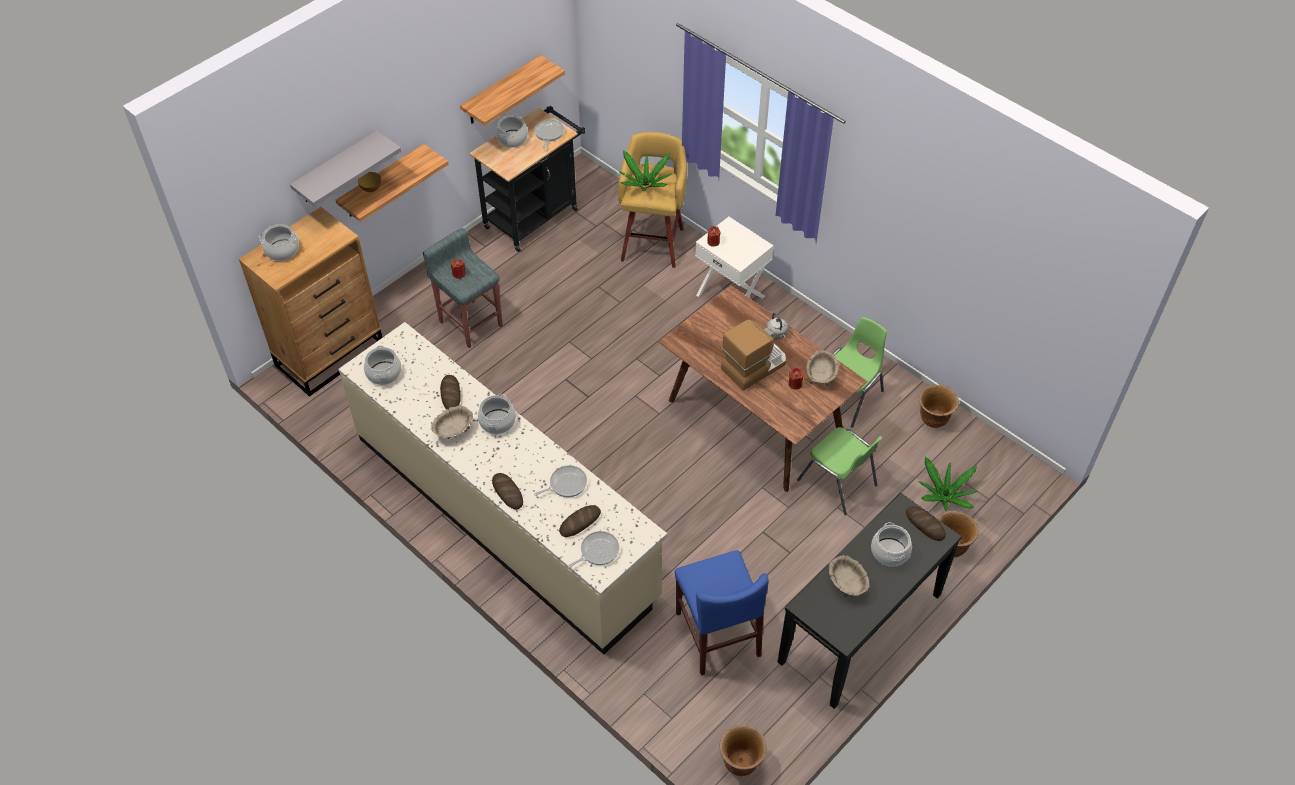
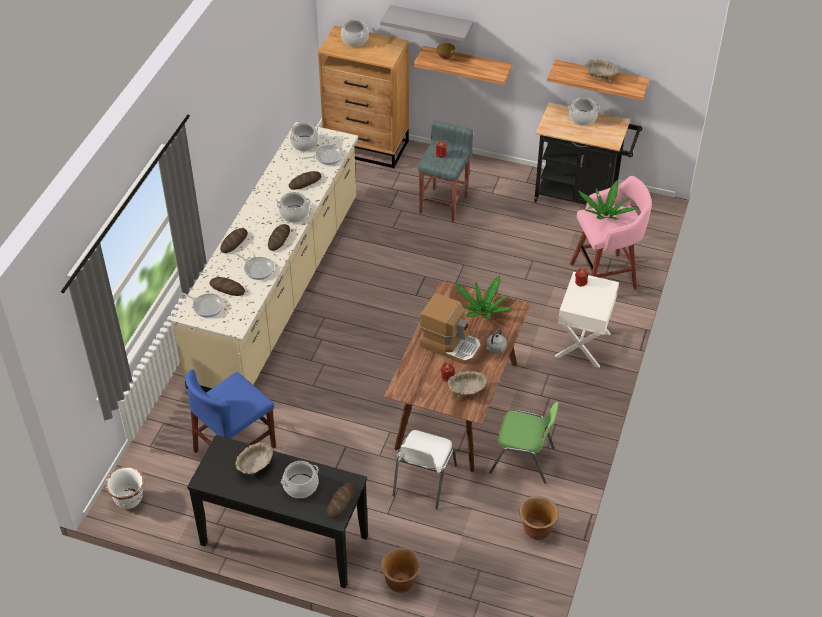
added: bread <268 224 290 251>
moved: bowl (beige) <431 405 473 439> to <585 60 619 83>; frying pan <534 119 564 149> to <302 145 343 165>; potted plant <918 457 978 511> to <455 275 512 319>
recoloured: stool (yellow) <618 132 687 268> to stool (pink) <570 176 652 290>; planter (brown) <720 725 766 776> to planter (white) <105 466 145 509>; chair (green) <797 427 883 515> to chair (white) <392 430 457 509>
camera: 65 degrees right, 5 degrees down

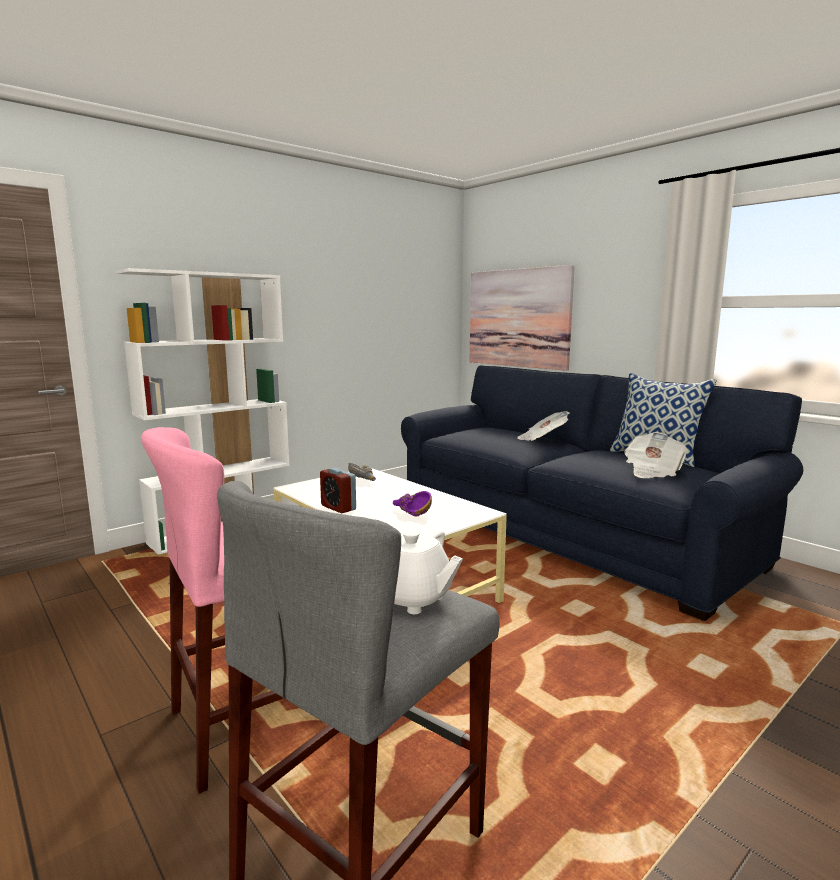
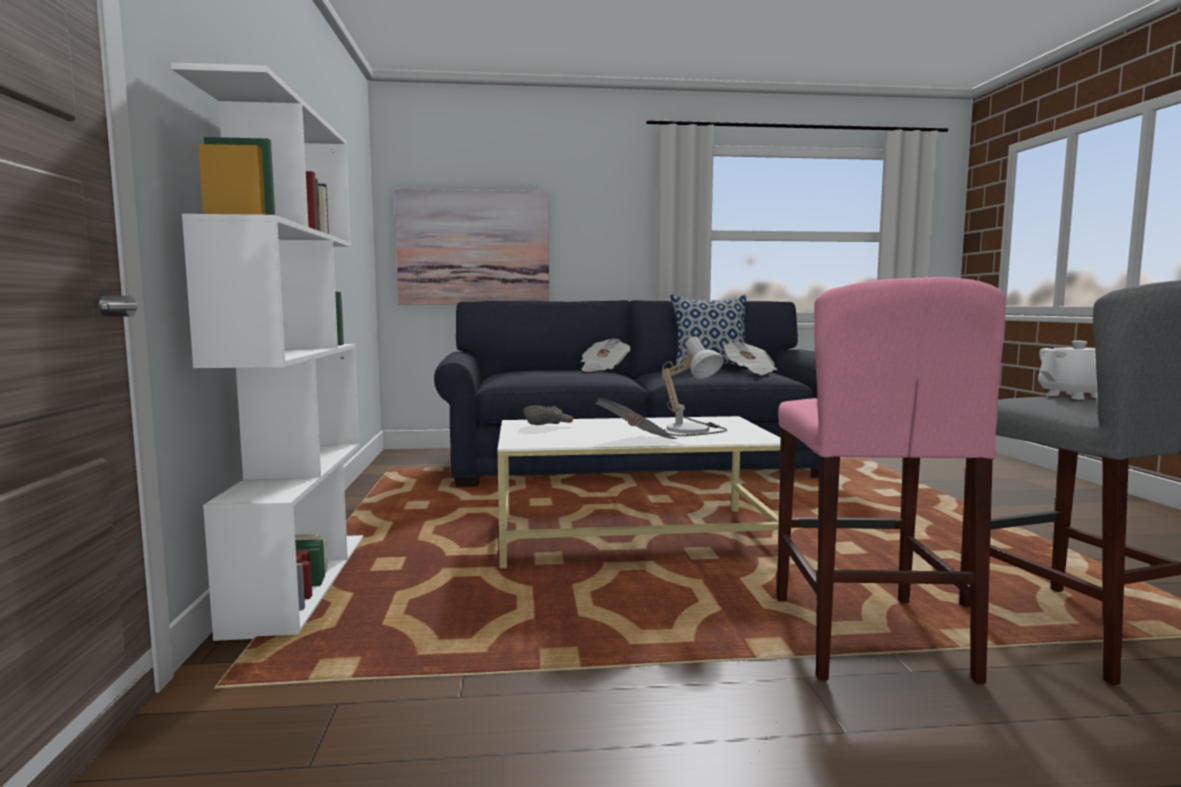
replaced: alarm clock <320 468 356 513> to newspaper <595 398 677 439>; bowl (purple) <393 491 432 516> to table lamp <661 336 727 436>
camera: 55 degrees left, 5 degrees down

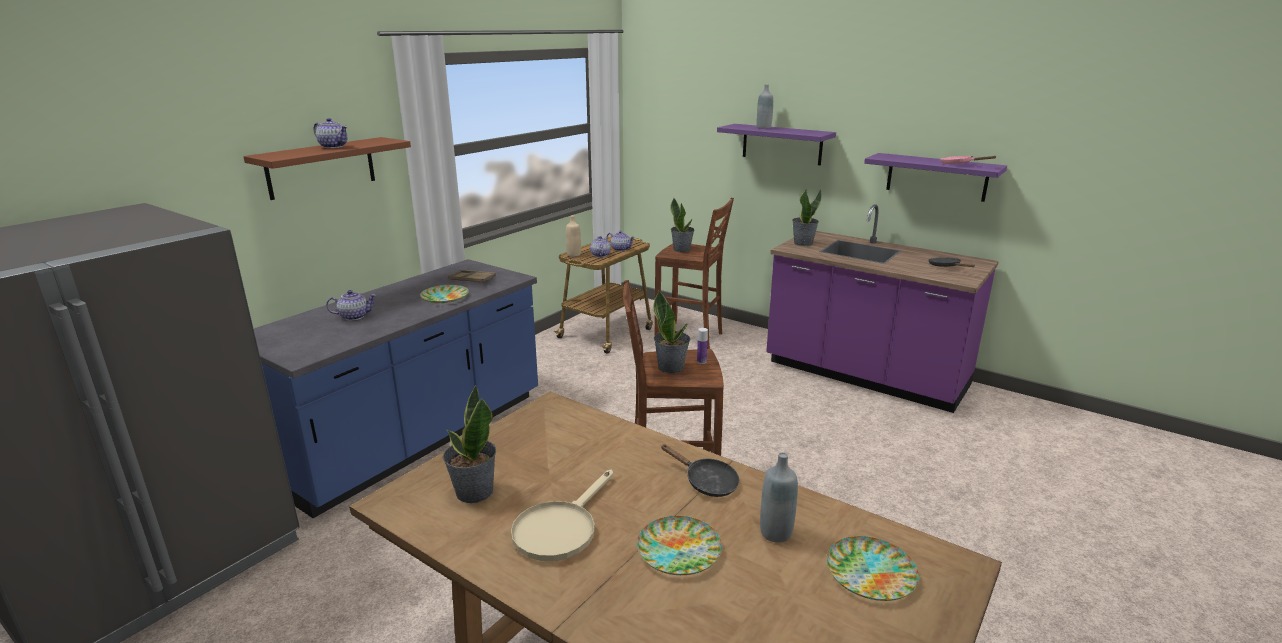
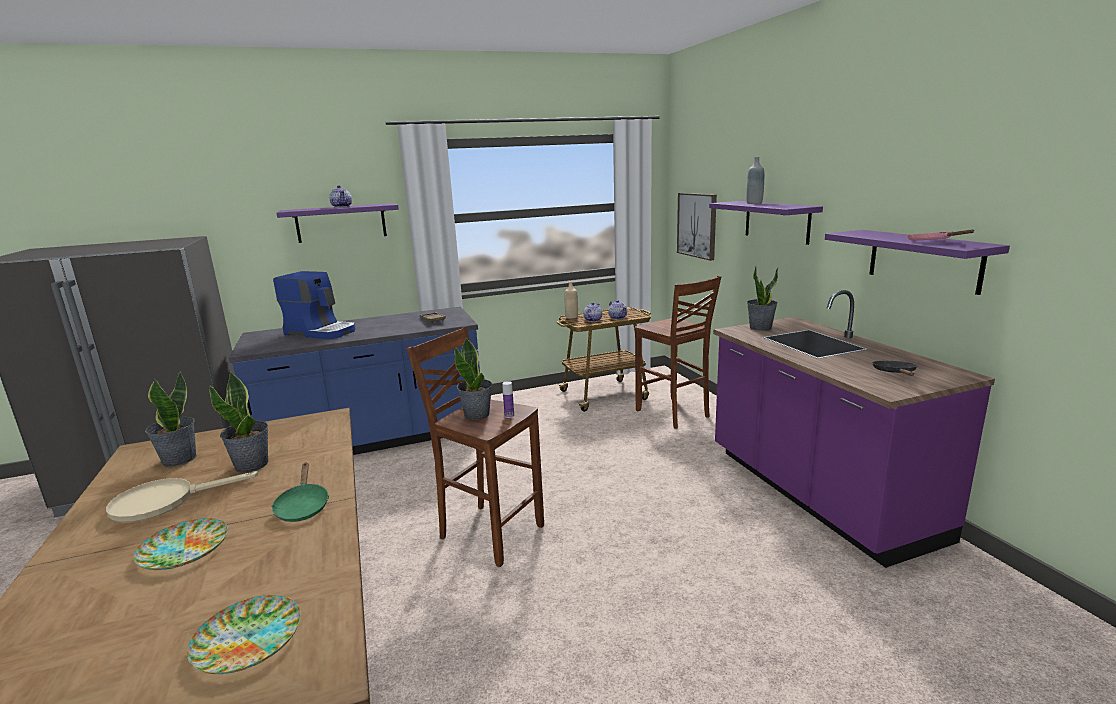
removed: plate <420 285 469 303>; bottle (grey) <760 452 798 542>
added: picture <677 193 717 261>
moved: potted plant <670 198 695 252> to <209 372 268 473>
replaced: teapot <326 290 376 320> to coffee machine <273 271 355 339>
recoloured: shelf (brown) <243 137 411 200> to shelf (purple) <276 203 399 243>; frying pan (black) <661 444 739 497> to frying pan (green) <271 463 329 522>
camera: 35 degrees right, 5 degrees down

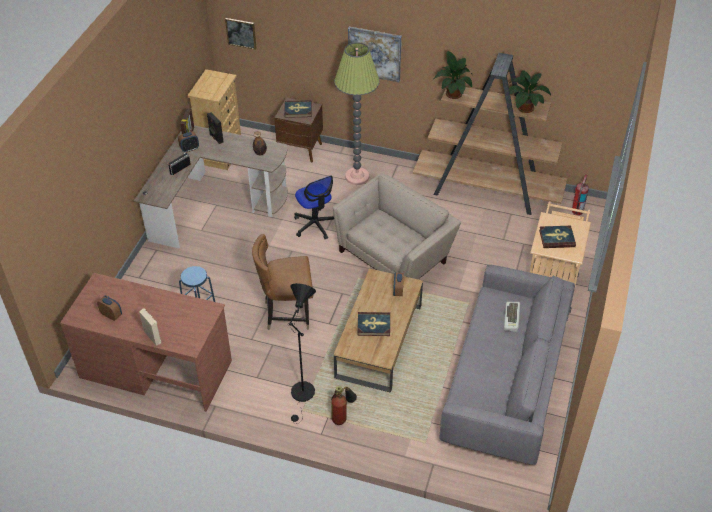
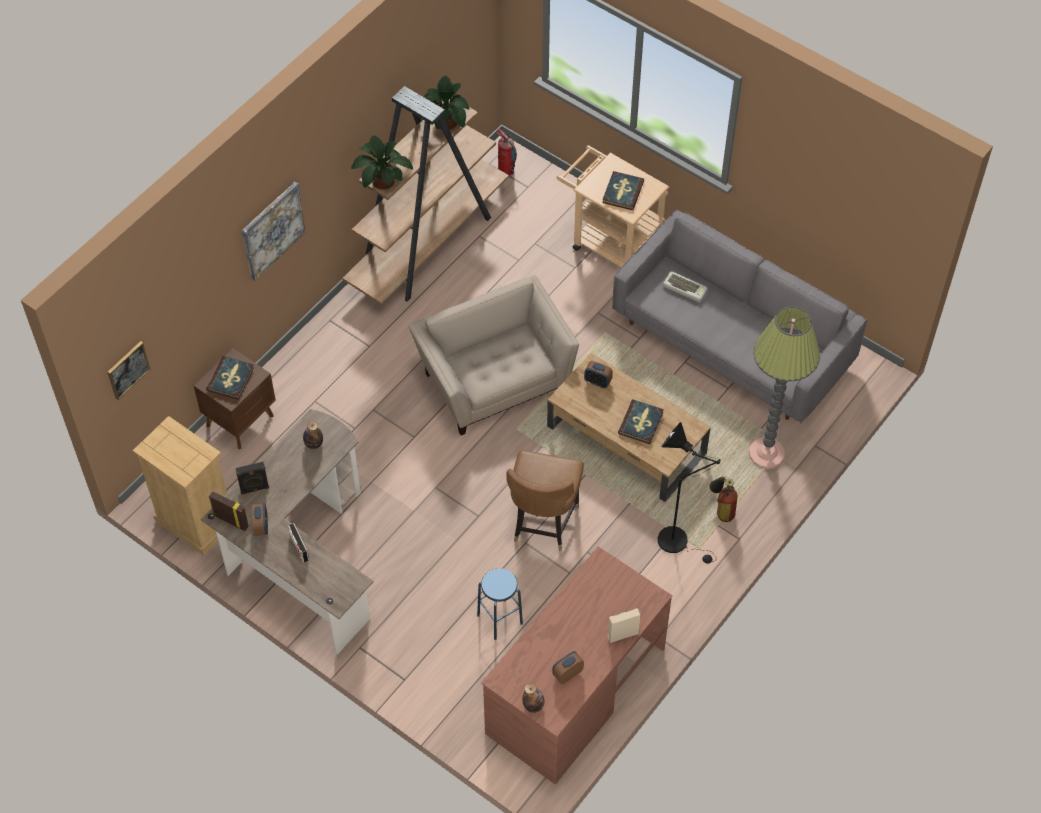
removed: office chair <294 175 334 239>
added: bottle <523 683 544 713>
moved: floor lamp <334 42 379 185> to <749 306 820 469>
camera: 70 degrees left, 10 degrees up

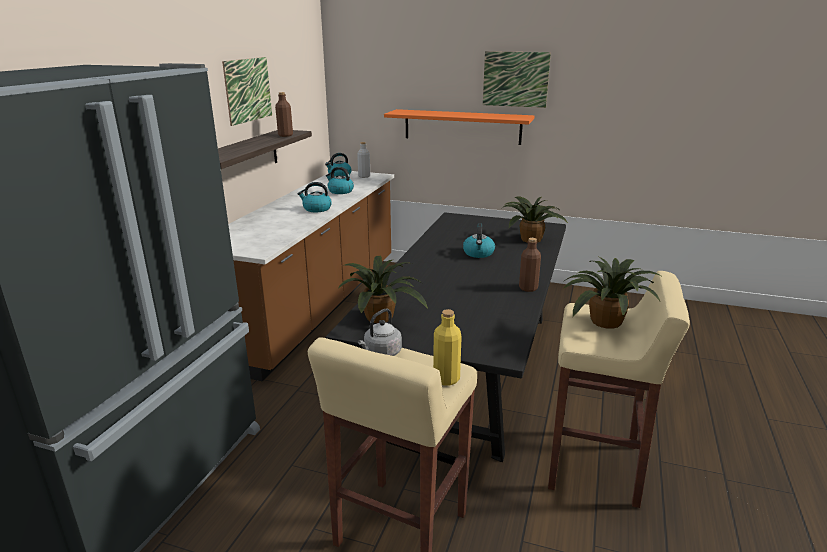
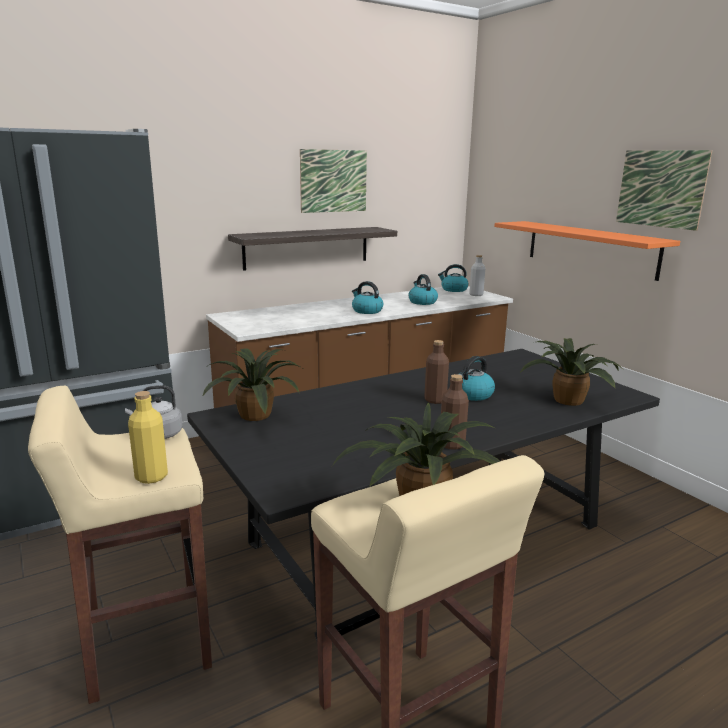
moved: bottle (brown) <275 92 293 137> to <424 340 449 404>
camera: 40 degrees right, 5 degrees down

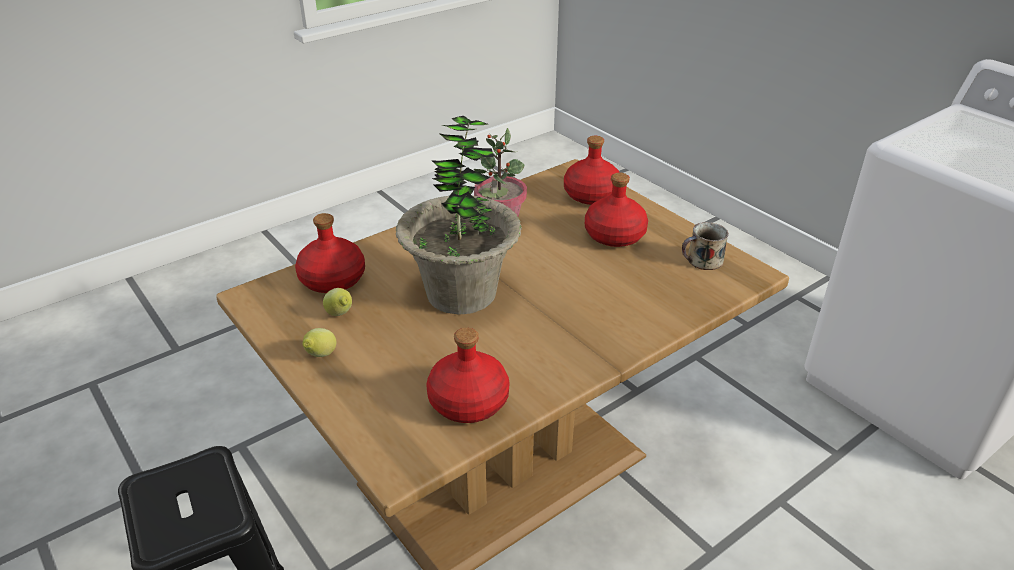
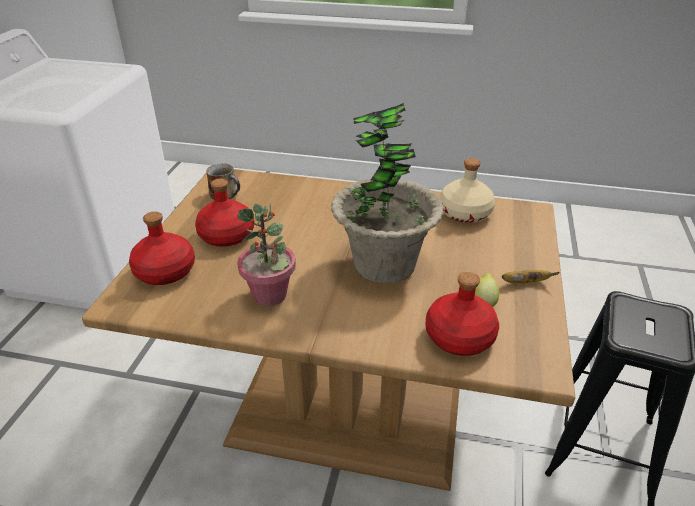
replaced: lemon <303 328 336 357> to banana <502 270 560 283>
recoloured: bottle (red) <426 328 510 423> to bottle (beige) <440 158 495 223>
camera: 130 degrees left, 0 degrees up

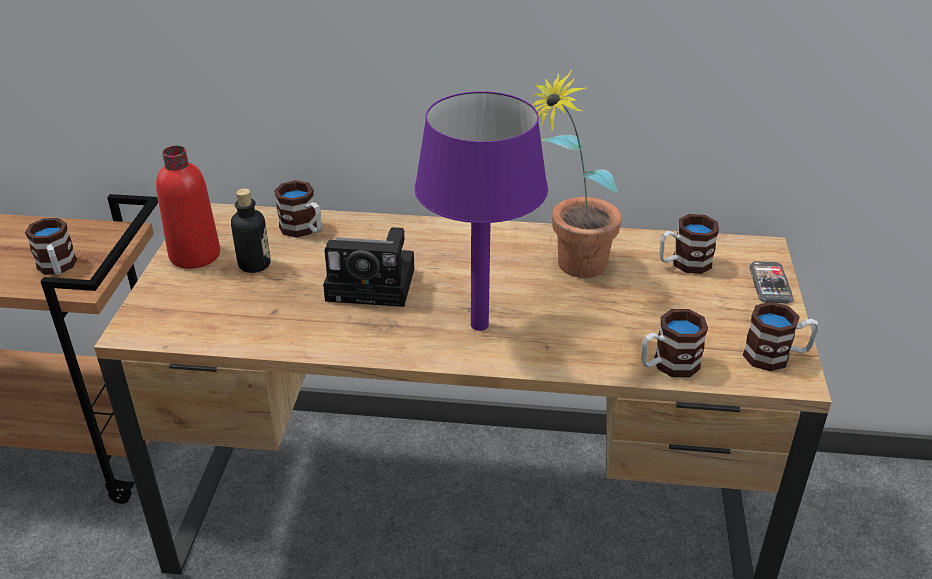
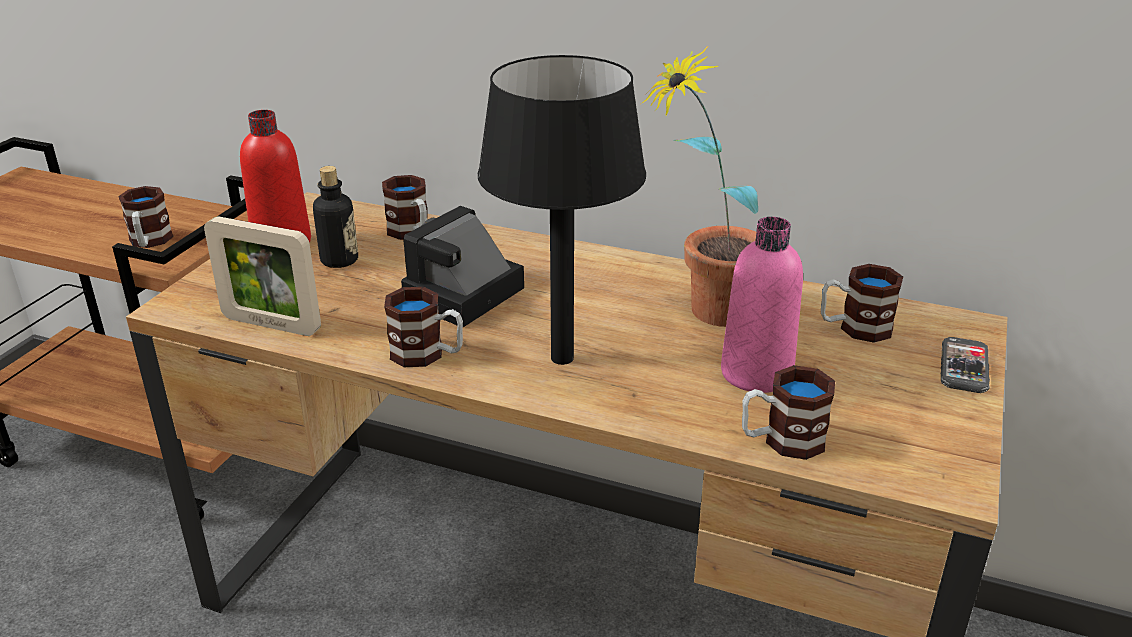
added: picture frame <204 217 321 336>; bottle (pink) <721 217 803 393>
moved: mug <743 302 819 371> to <384 287 463 367>
recoloured: table lamp (purple) <414 91 548 331> to table lamp (black) <478 55 646 365>
turned: photo camera <323 227 414 307> = <401 206 524 327> 105 degrees clockwise
camera: 15 degrees right, 5 degrees down

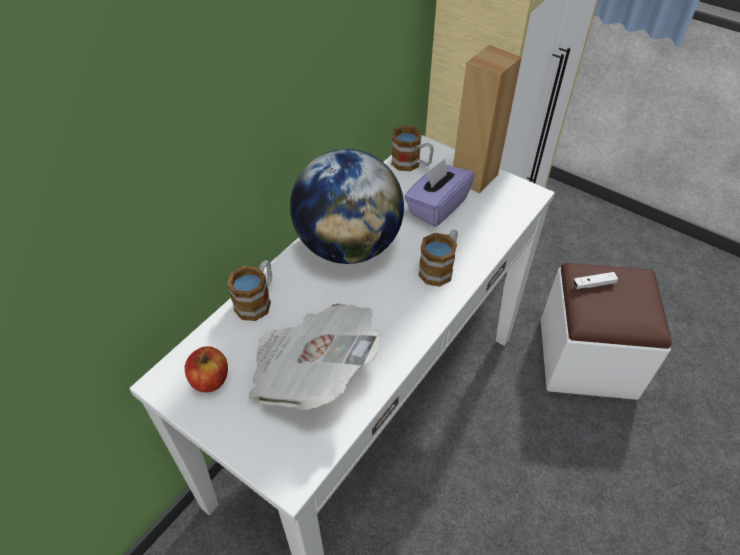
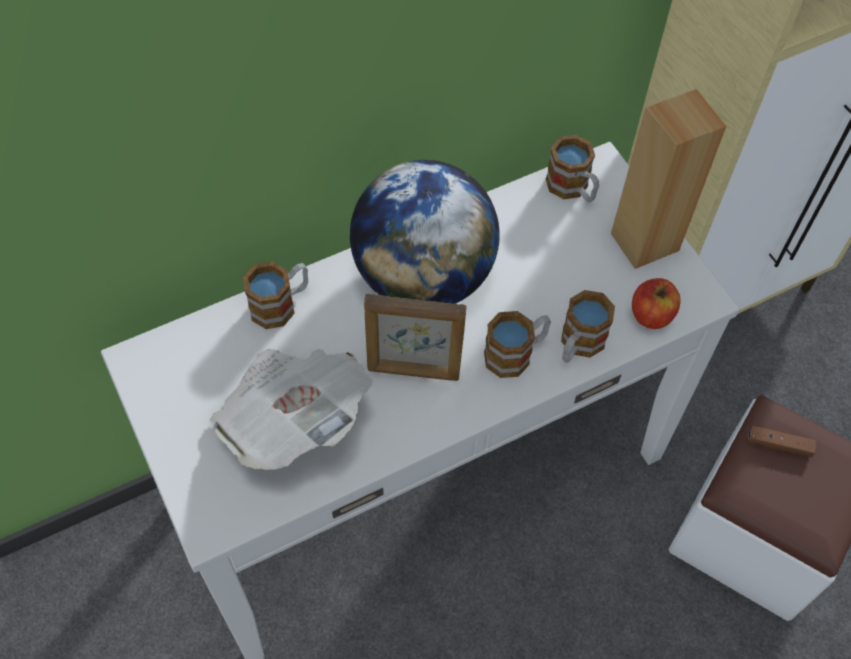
removed: tissue box (purple) <404 159 475 227>
added: picture frame <364 294 467 381>; mug <561 290 615 363>
moved: apple <185 346 228 392> to <632 278 680 329>
recoloured: game controller (white) <573 272 618 289> to game controller (brown) <748 426 816 457>
camera: 25 degrees right, 10 degrees up

